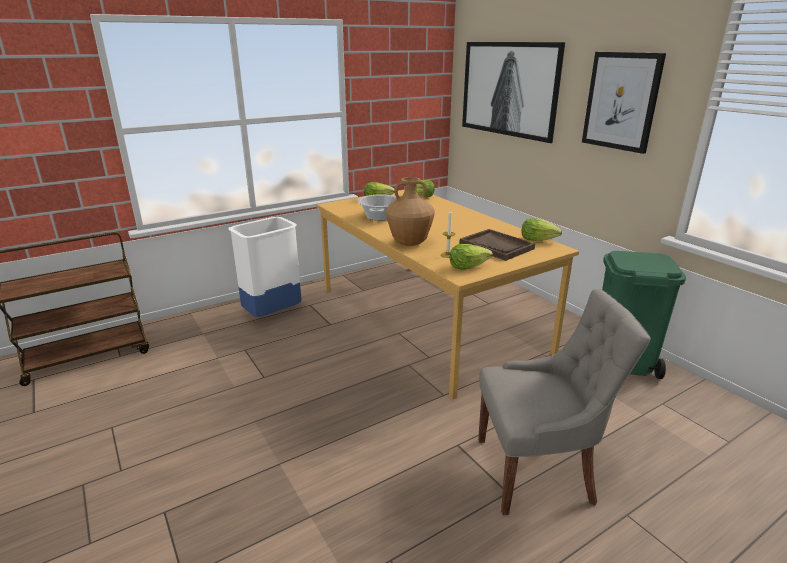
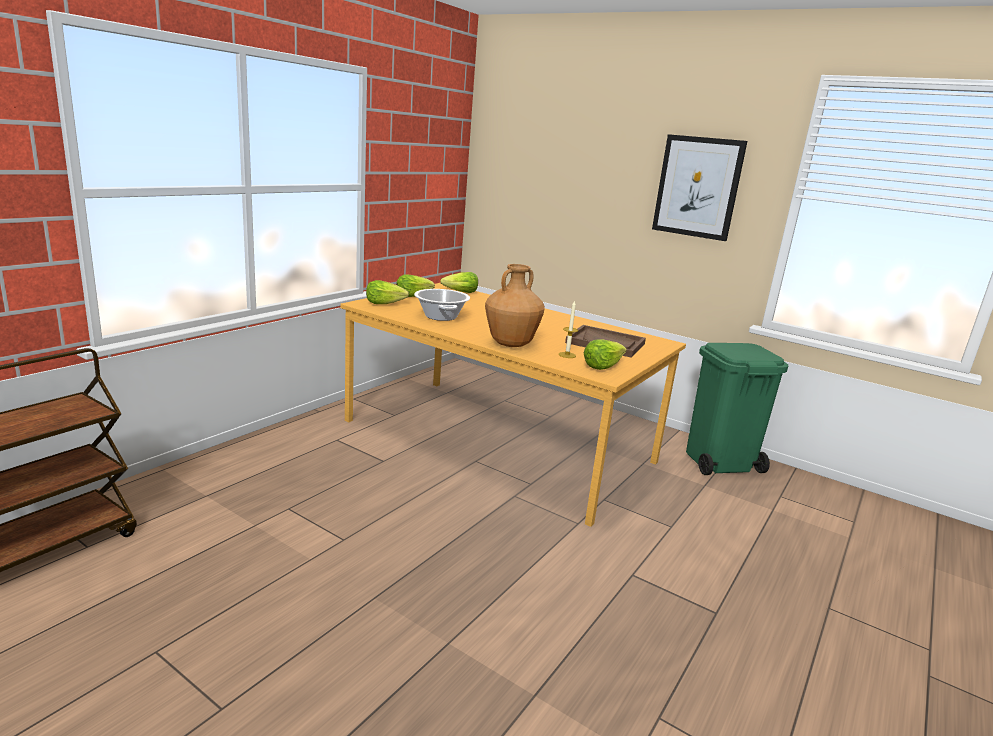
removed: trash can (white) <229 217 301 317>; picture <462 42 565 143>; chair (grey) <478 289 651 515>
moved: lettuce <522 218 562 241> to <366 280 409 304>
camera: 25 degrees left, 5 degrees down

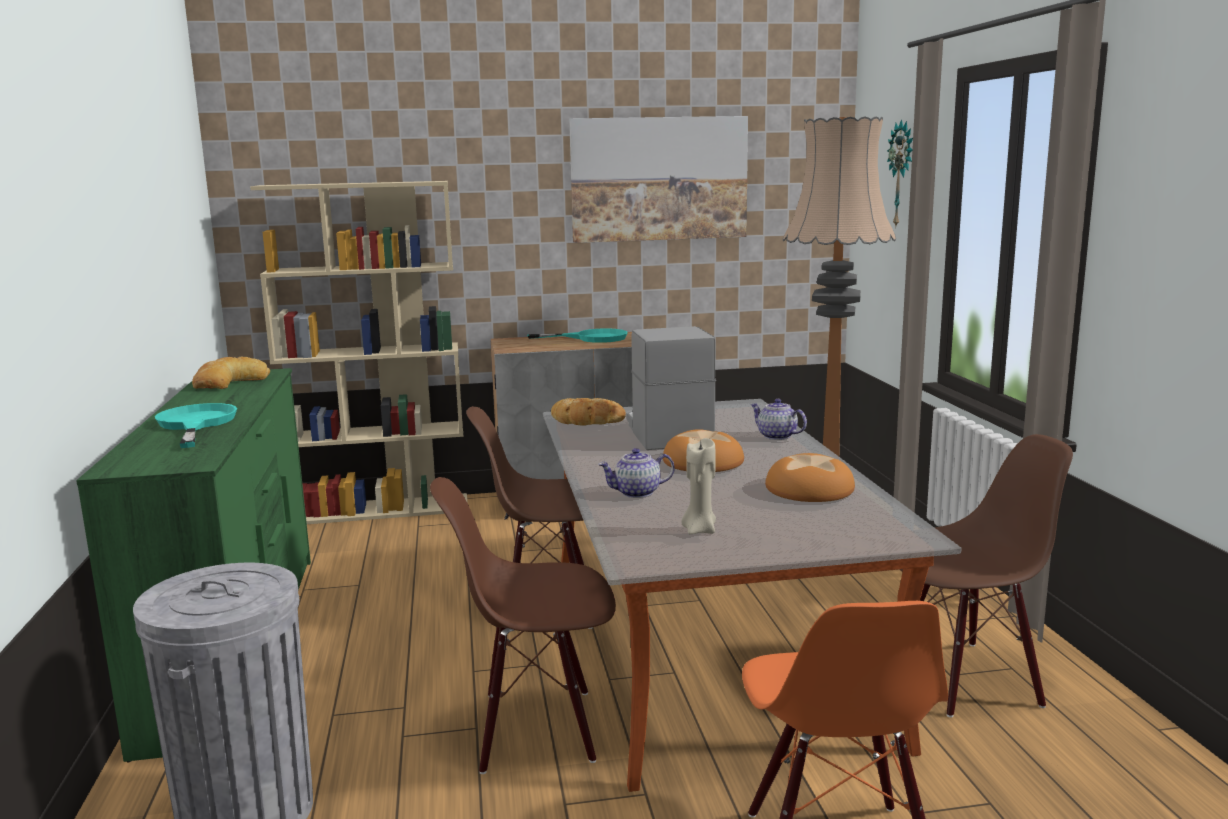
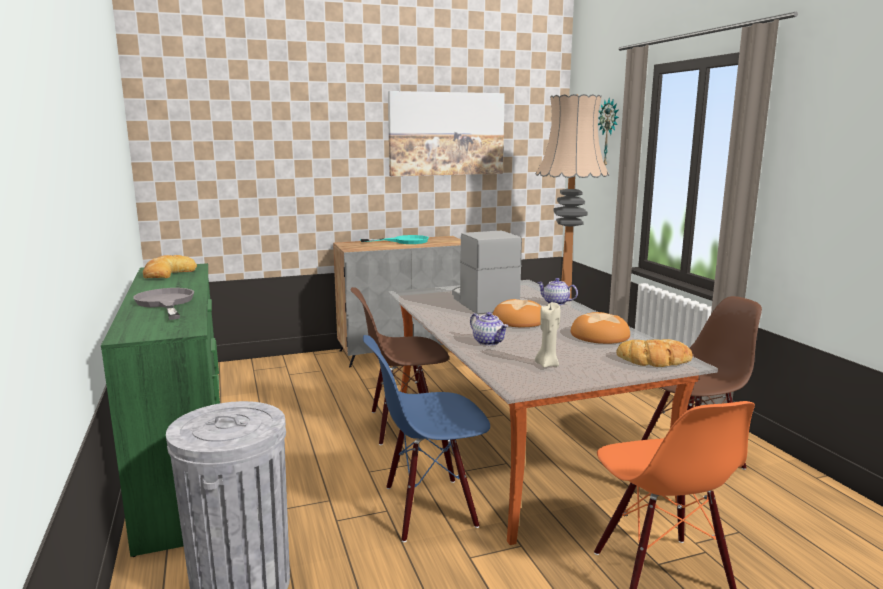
removed: bookcase (beige) <250 181 467 524>
moved: bread <551 398 626 426> to <616 339 692 367>
recoloured: frying pan (turquoise) <155 403 237 448> to frying pan (grey) <133 288 194 320>; chair (brown) <430 477 616 774> to chair (blue) <363 335 490 542>
turned: teapot <598 448 675 498> = <470 312 508 346> 105 degrees counterclockwise
camera: 10 degrees left, 0 degrees up

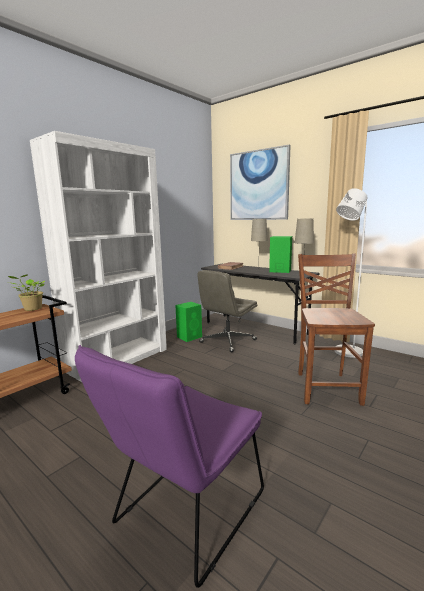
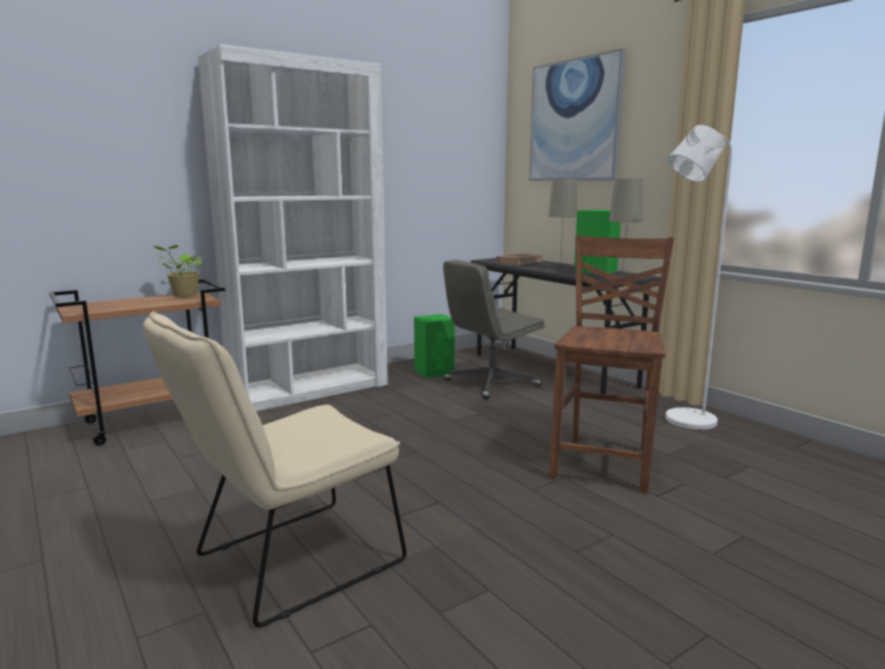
recoloured: chair (purple) <75 345 264 588> to chair (beige) <143 311 406 627>
camera: 15 degrees right, 0 degrees up

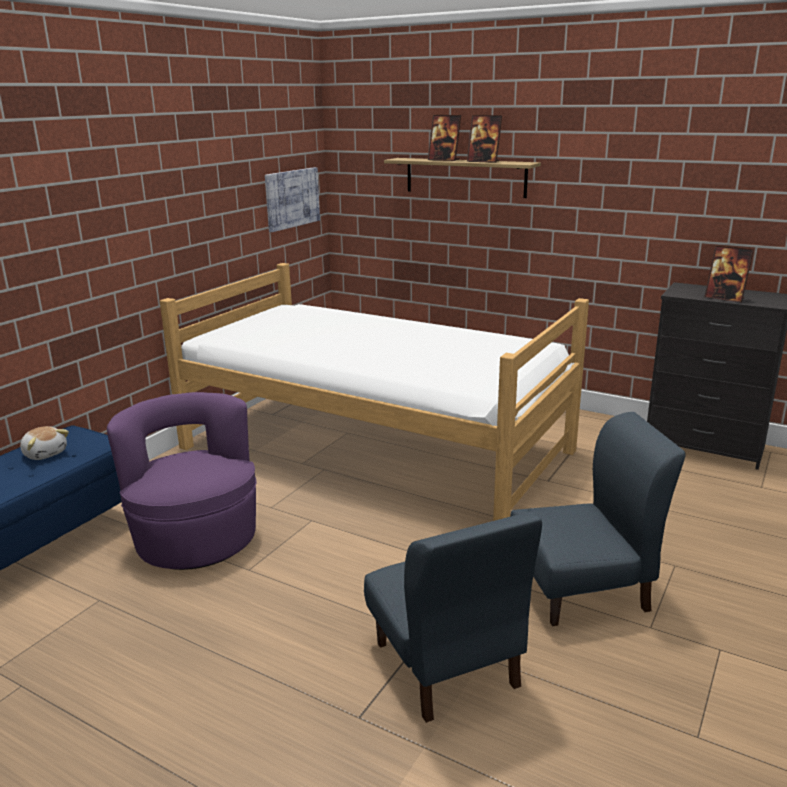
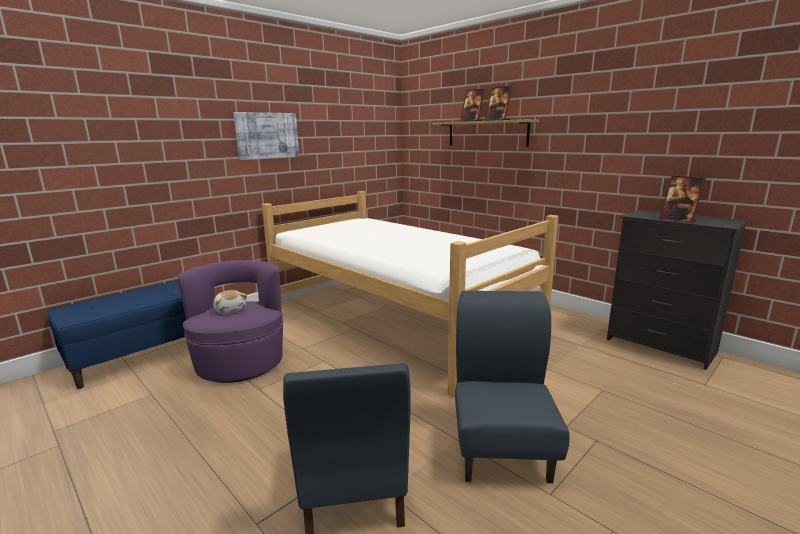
moved: plush toy <20 426 69 460> to <213 290 247 314>; picture <265 167 320 232> to <233 112 299 160>
turned: chair (blue) <510 412 685 626> = <455 291 570 483> 90 degrees counterclockwise
camera: 15 degrees right, 5 degrees down

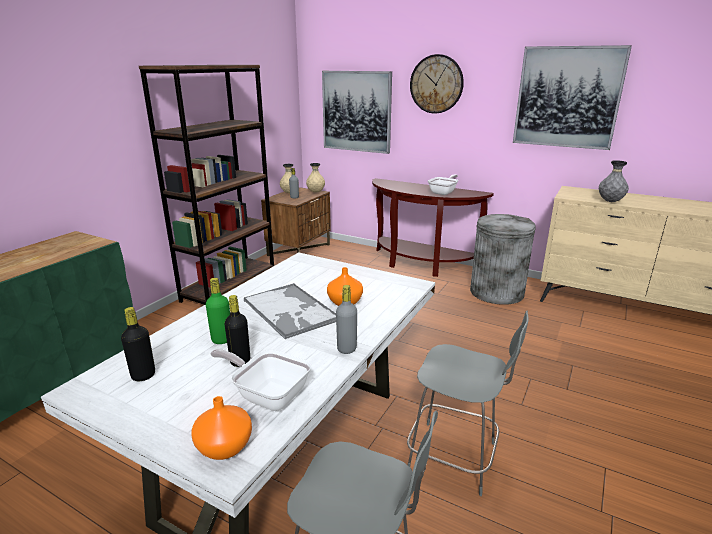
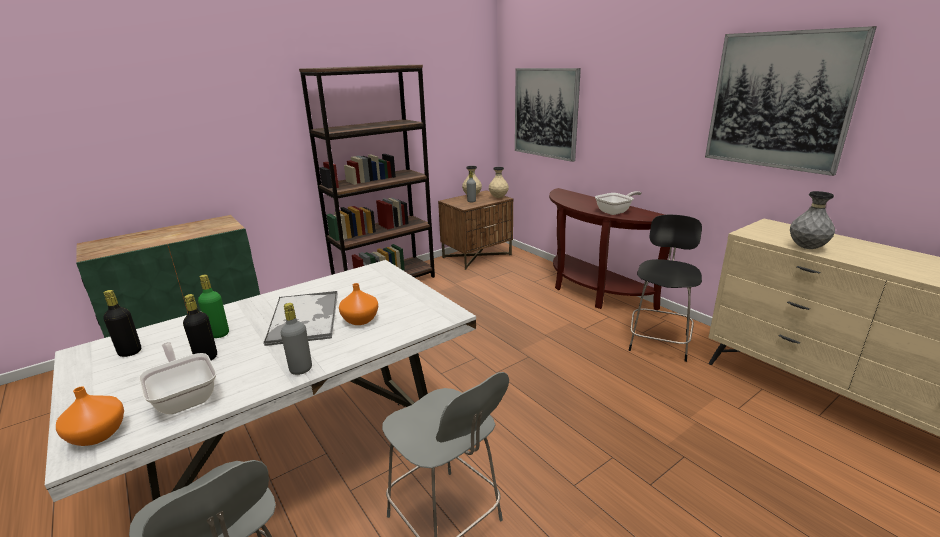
removed: wall clock <410 54 464 114>
replaced: trash can (grey) <470 214 536 305> to chair (black) <629 215 702 362>
camera: 25 degrees right, 0 degrees up

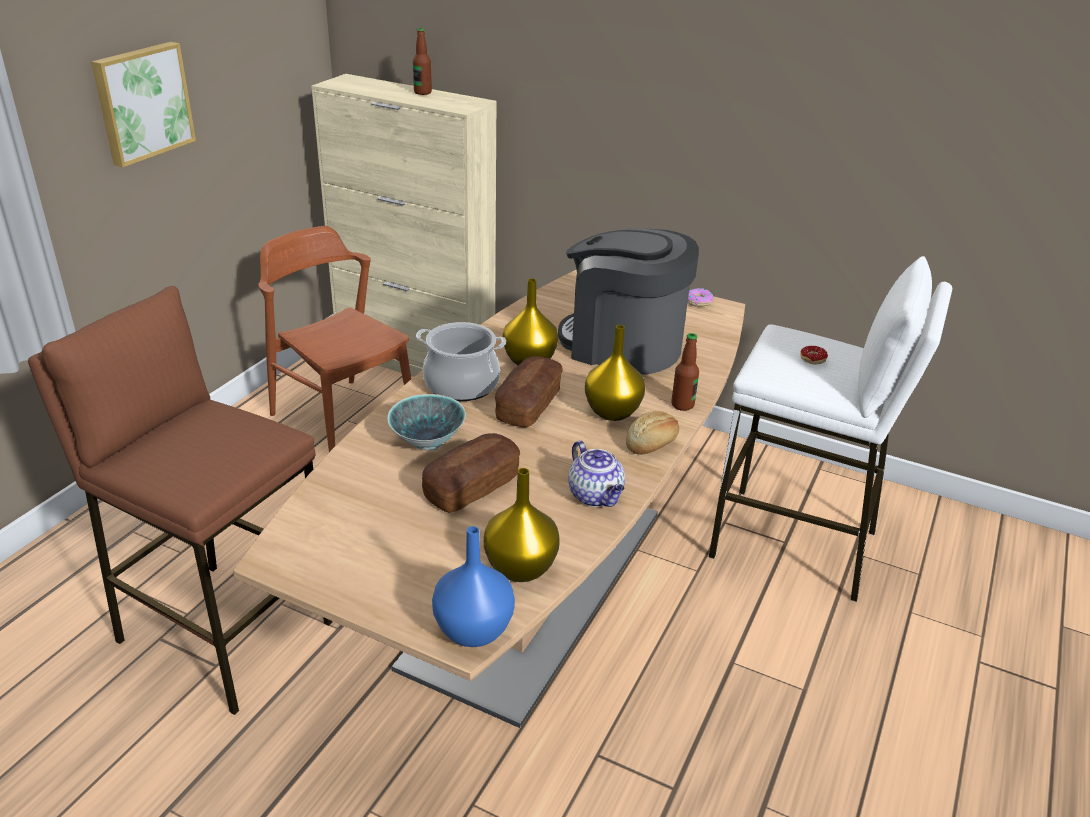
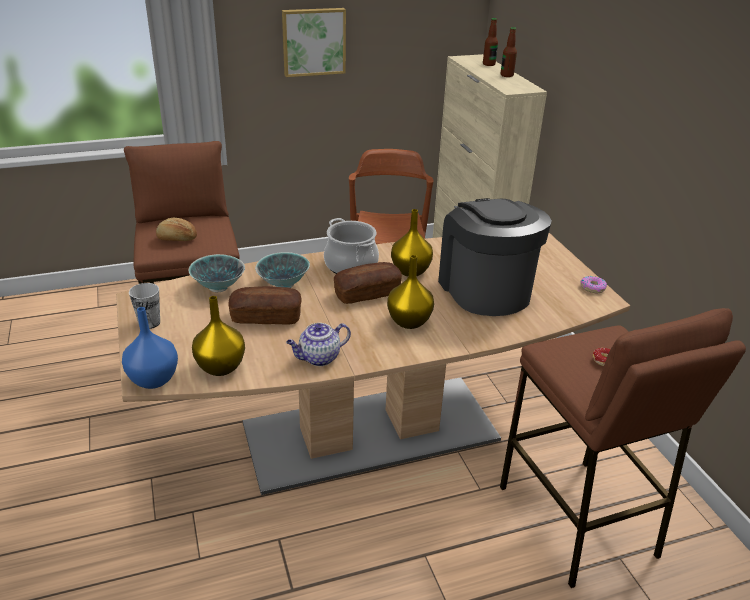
added: cup <129 283 160 329>; bowl <189 254 245 292>
moved: bread <626 411 679 455> to <156 218 197 241>; bottle <671 333 699 411> to <483 18 498 66>
recoloured: stool (white) <709 256 952 602> to stool (brown) <500 308 746 588>
turned: teapot <568 440 625 507> = <286 323 351 366> 45 degrees clockwise
camera: 45 degrees right, 0 degrees up

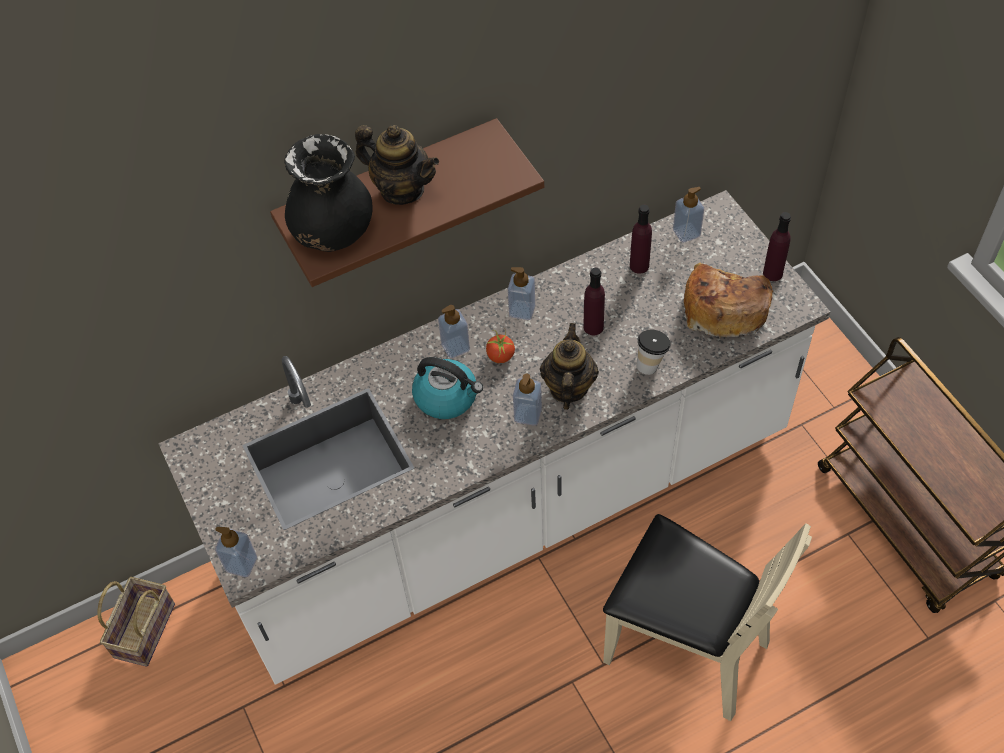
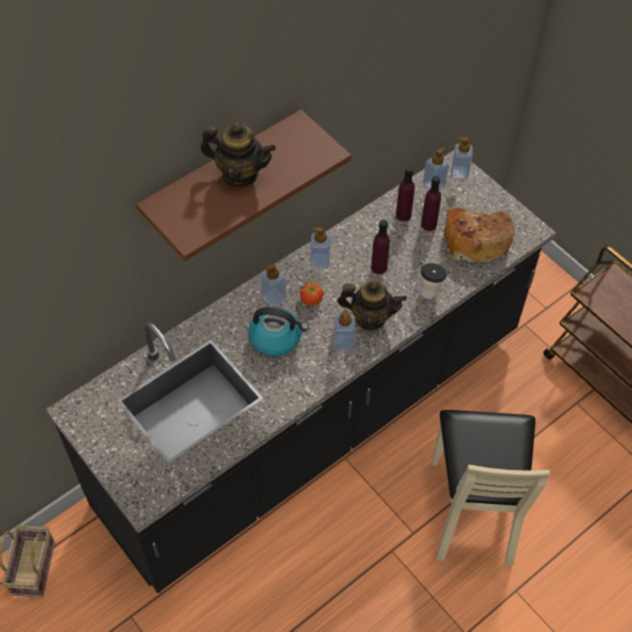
removed: vase (black) <285 134 373 252>
moved: soap dispenser <215 527 257 577> to <451 137 473 180>; bottle (purple) <763 212 791 281> to <421 176 441 231>
recoloured: counter (white) <158 190 830 685> to counter (black) <46 150 556 593>
turned: teapot <540 323 599 410> = <337 280 407 330> 105 degrees clockwise; chair (beige) <603 514 812 721> = <432 410 550 566> 75 degrees clockwise
camera: 15 degrees left, 0 degrees up

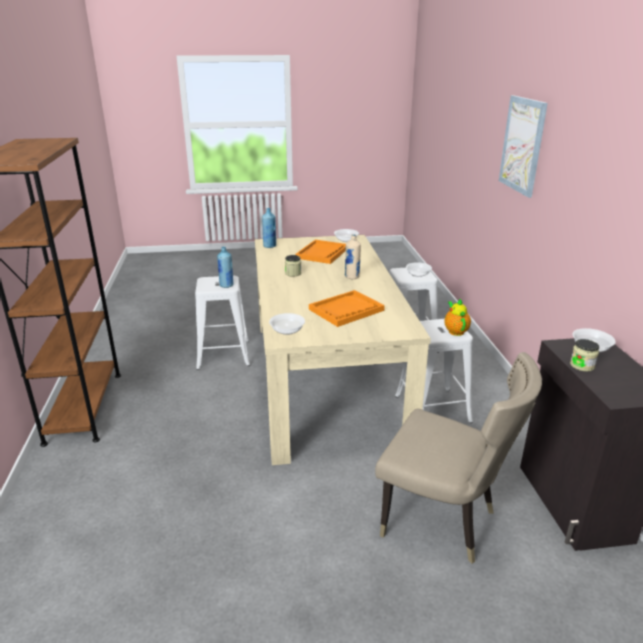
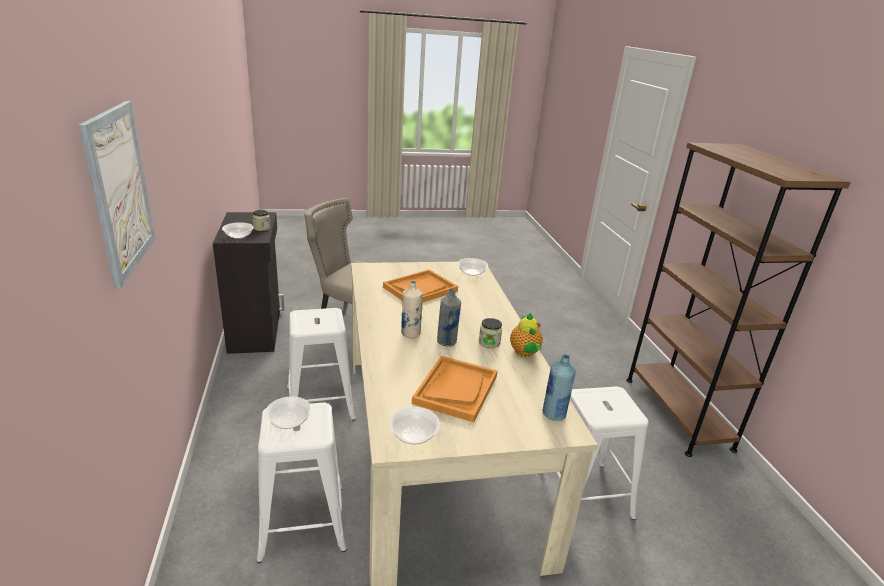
removed: bottle (blue) <217 247 233 288>
added: bottle (grey) <437 289 461 346>
moved: teapot <444 299 471 336> to <510 313 543 357>
camera: 175 degrees right, 0 degrees up

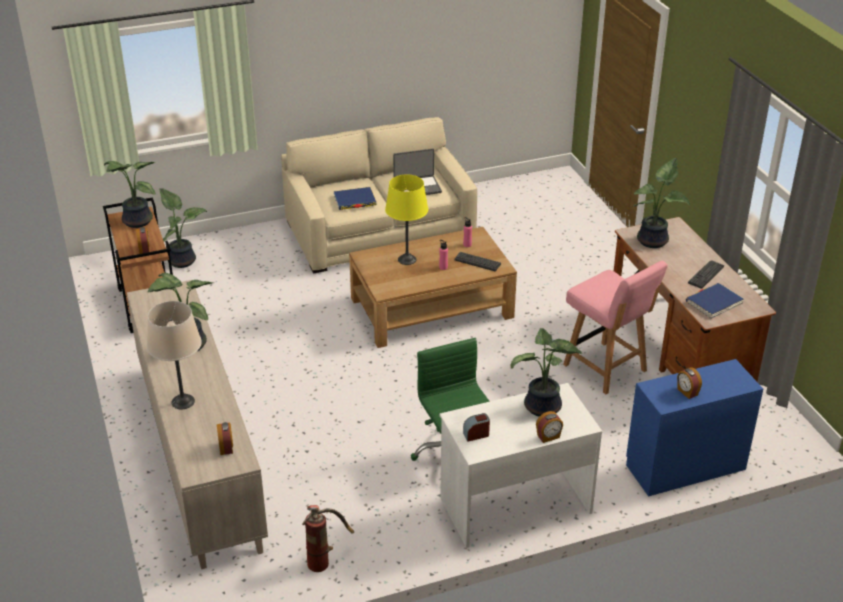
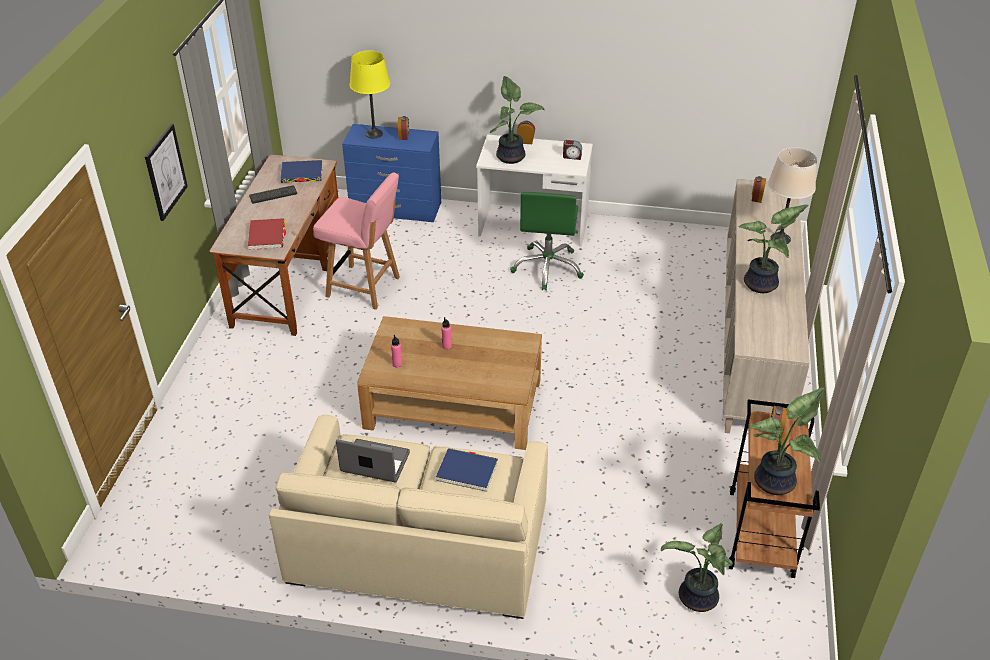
removed: fire extinguisher <302 505 354 572>; keyboard <454 252 501 271>
added: picture <145 124 188 221>
moved: table lamp (yellow) <385 174 428 265> to <350 51 390 138>
replaced: potted plant <633 158 690 248> to book (red) <248 218 286 250>
turned: chair (pink) <563 261 668 394> = <313 173 400 310> 120 degrees clockwise
camera: 150 degrees left, 5 degrees up

